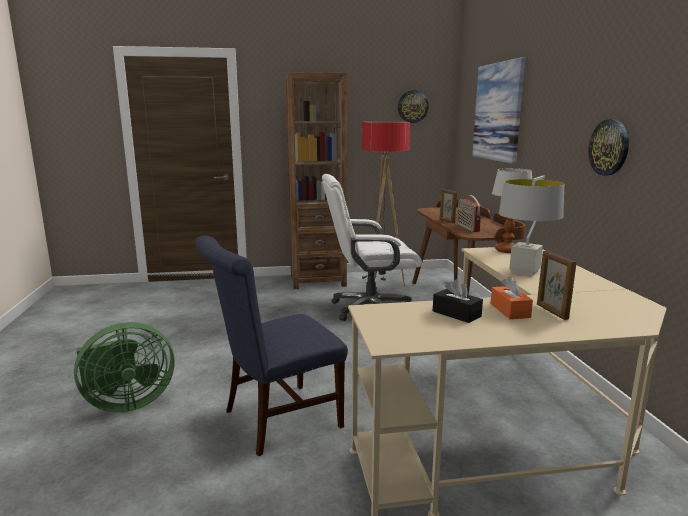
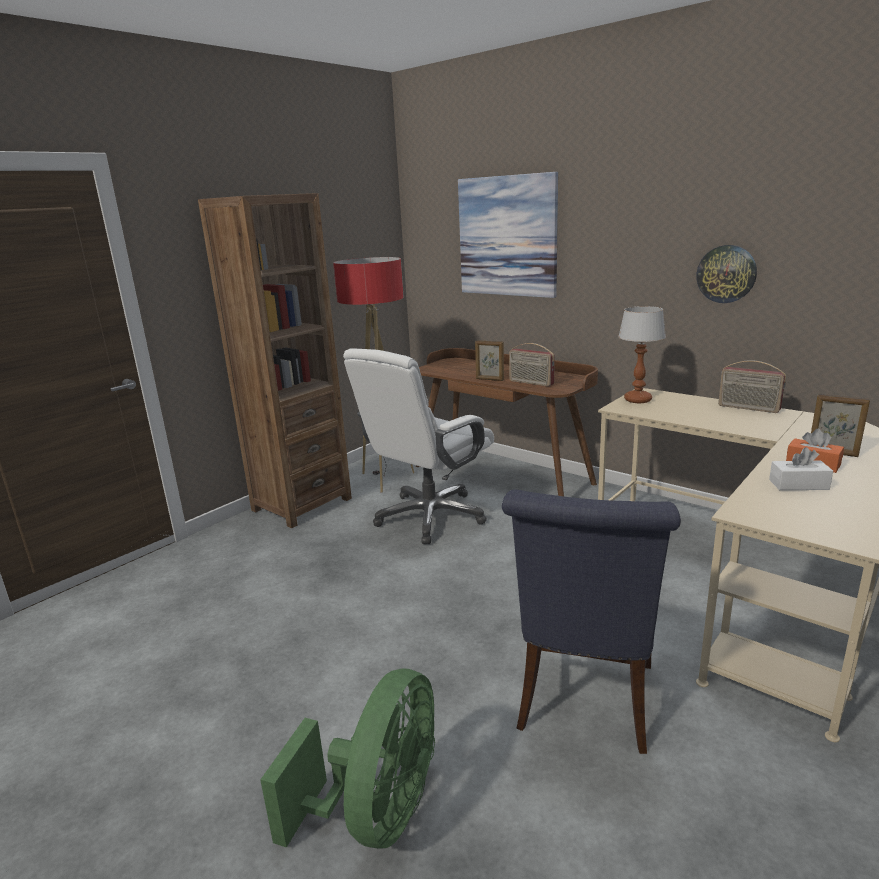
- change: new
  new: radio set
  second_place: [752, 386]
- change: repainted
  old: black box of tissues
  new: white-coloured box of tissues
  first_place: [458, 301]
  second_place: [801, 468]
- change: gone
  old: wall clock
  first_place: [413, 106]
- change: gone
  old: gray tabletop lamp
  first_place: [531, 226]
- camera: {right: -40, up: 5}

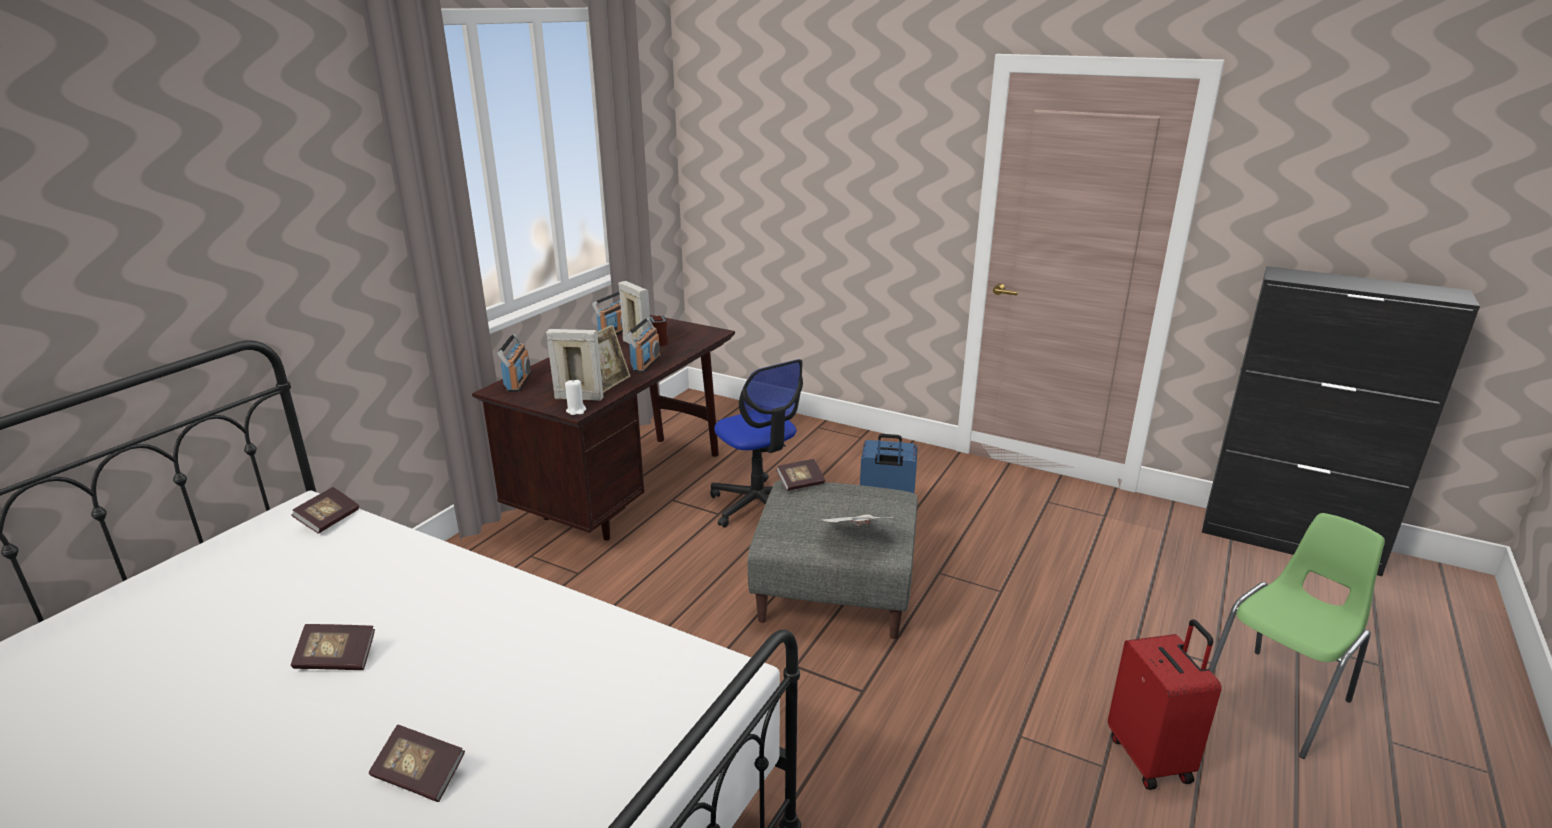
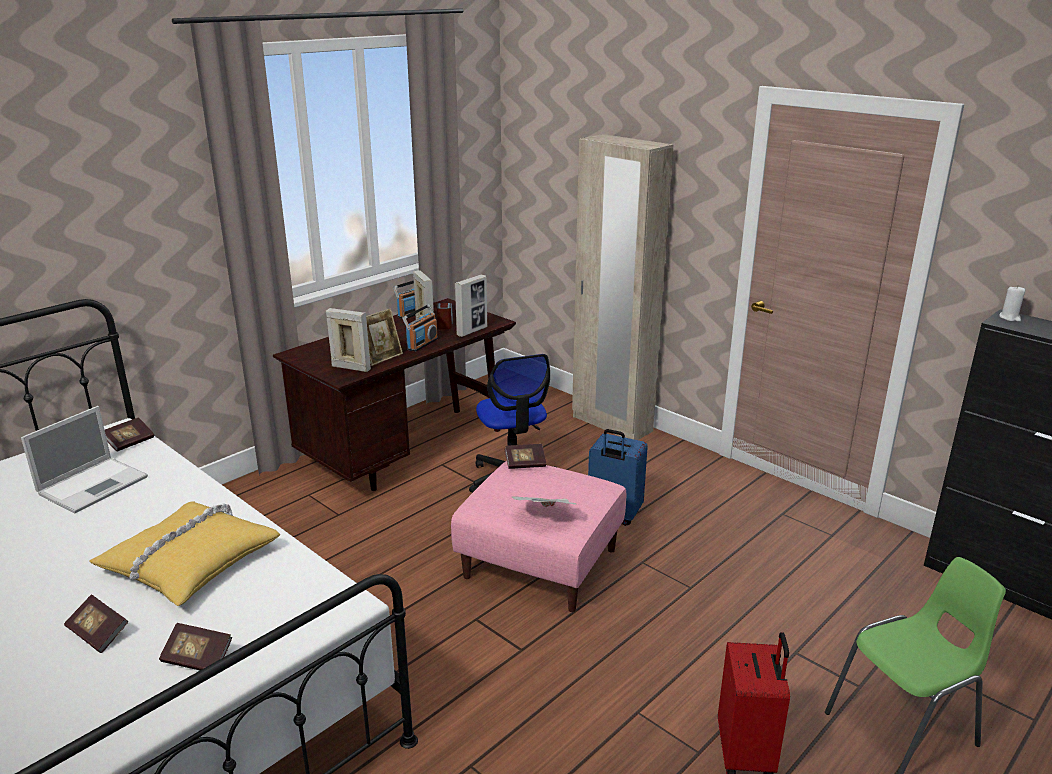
- change: new
  new: laptop
  second_place: [84, 460]
- change: new
  new: yellow cushion
  second_place: [185, 553]
- change: shifted
  old: book
  first_place: [333, 647]
  second_place: [195, 647]
- change: repainted
  old: gray footrest
  new: pink-coloured footrest
  first_place: [833, 559]
  second_place: [538, 536]
- change: new
  new: picture frame
  second_place: [471, 306]
- change: new
  new: beige-coloured clothes cupboard
  second_place: [622, 287]
- change: shifted
  old: white-coloured wax candle
  first_place: [575, 397]
  second_place: [1012, 303]
- change: gone
  old: radio set
  first_place: [514, 363]
- camera: {right: 15, up: 0}

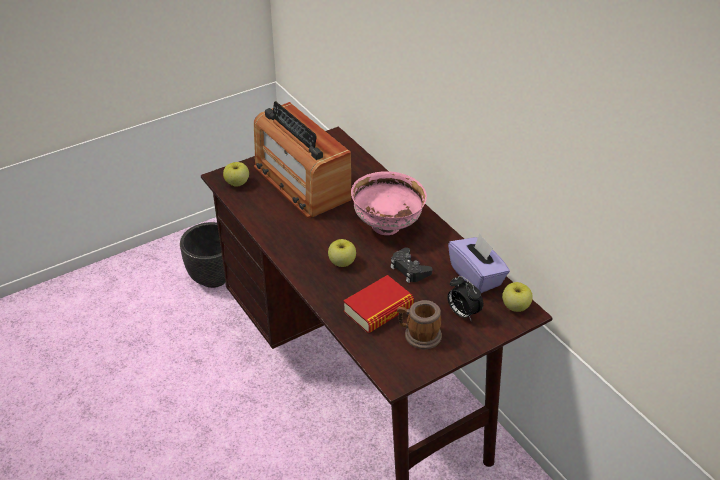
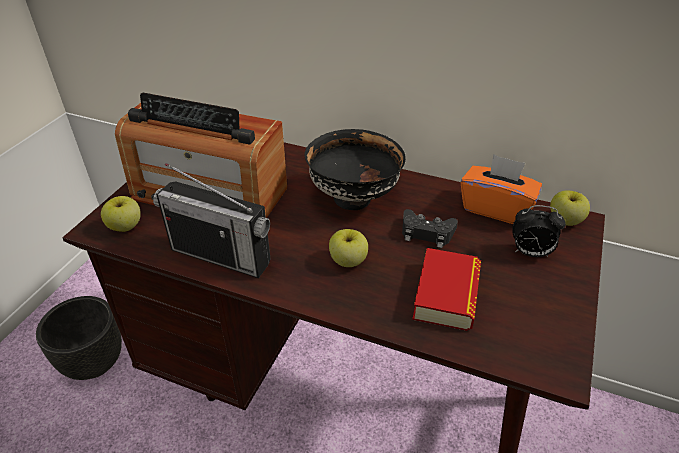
- change: new
  new: radio set
  second_place: [212, 220]
- change: repainted
  old: pink-coloured serving bowl
  new: black serving bowl
  first_place: [389, 203]
  second_place: [355, 169]
- change: repainted
  old: purplish box of tissues
  new: orange box of tissues
  first_place: [479, 263]
  second_place: [501, 189]
- change: gone
  old: coffee mug
  first_place: [419, 325]
- camera: {right: -35, up: 0}

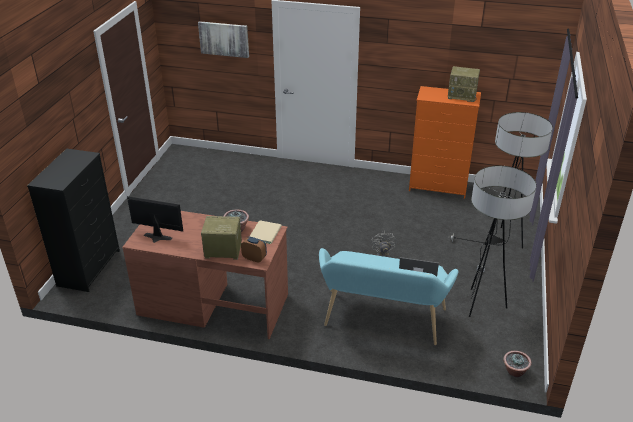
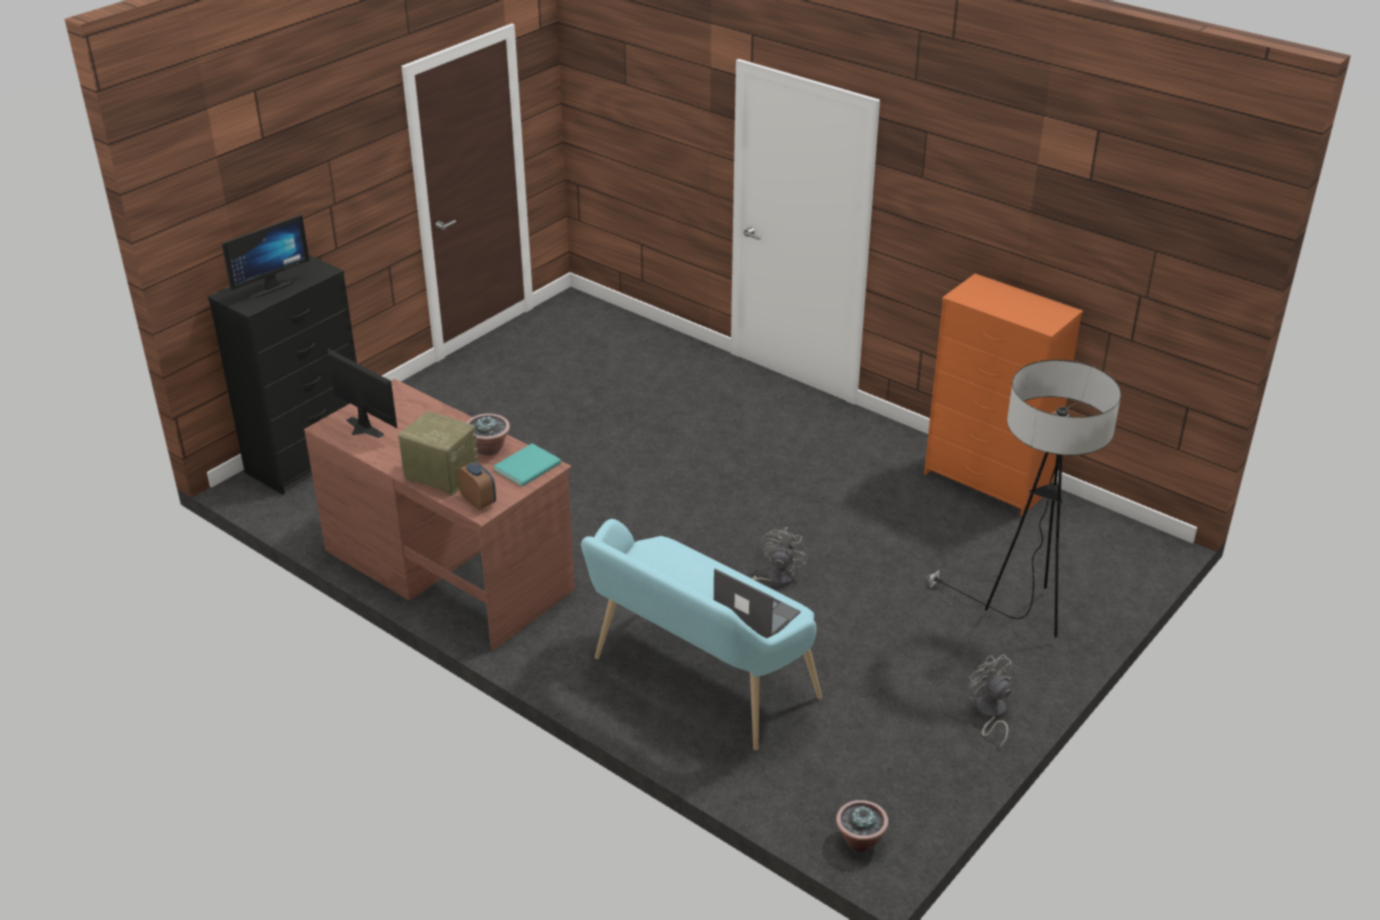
- change: new
  new: computer display
  second_place: [266, 256]
- change: repainted
  old: beige-coloured book
  new: turquoise-coloured book
  first_place: [265, 232]
  second_place: [527, 464]
- change: new
  new: gray fan
  second_place: [989, 701]
- change: gone
  old: wall art
  first_place: [223, 39]
- change: gone
  old: radio set
  first_place: [464, 84]
- change: gone
  old: standard lamp
  first_place: [502, 241]
- camera: {right: 25, up: 0}

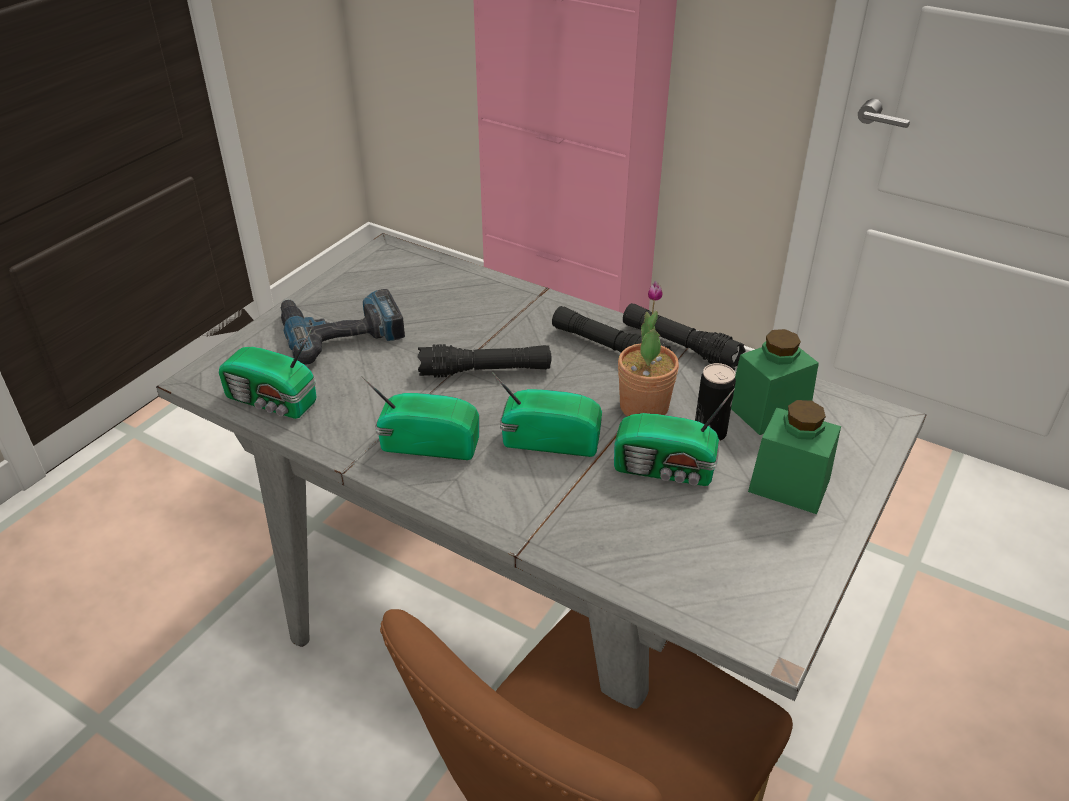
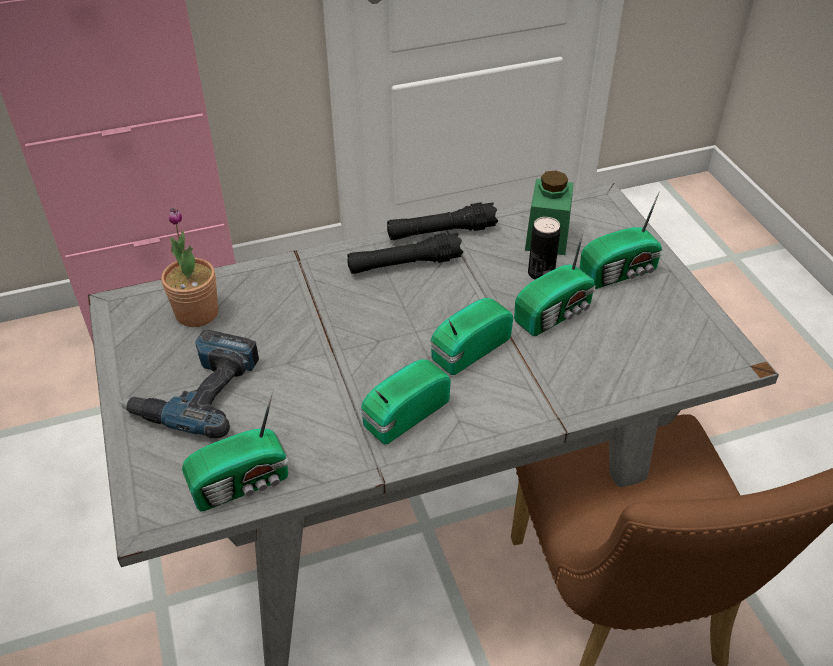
- change: shifted
  old: plant in a pot
  first_place: [648, 348]
  second_place: [189, 267]
- change: swapped
  old: green jar
  new: radio set
  first_place: [794, 457]
  second_place: [621, 240]
- change: gone
  old: black hand torch
  first_place: [484, 361]
- camera: {right: -50, up: 5}

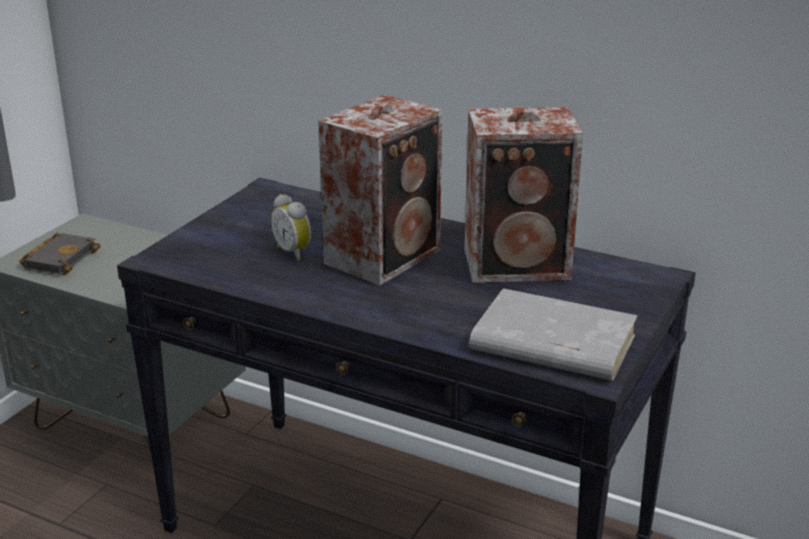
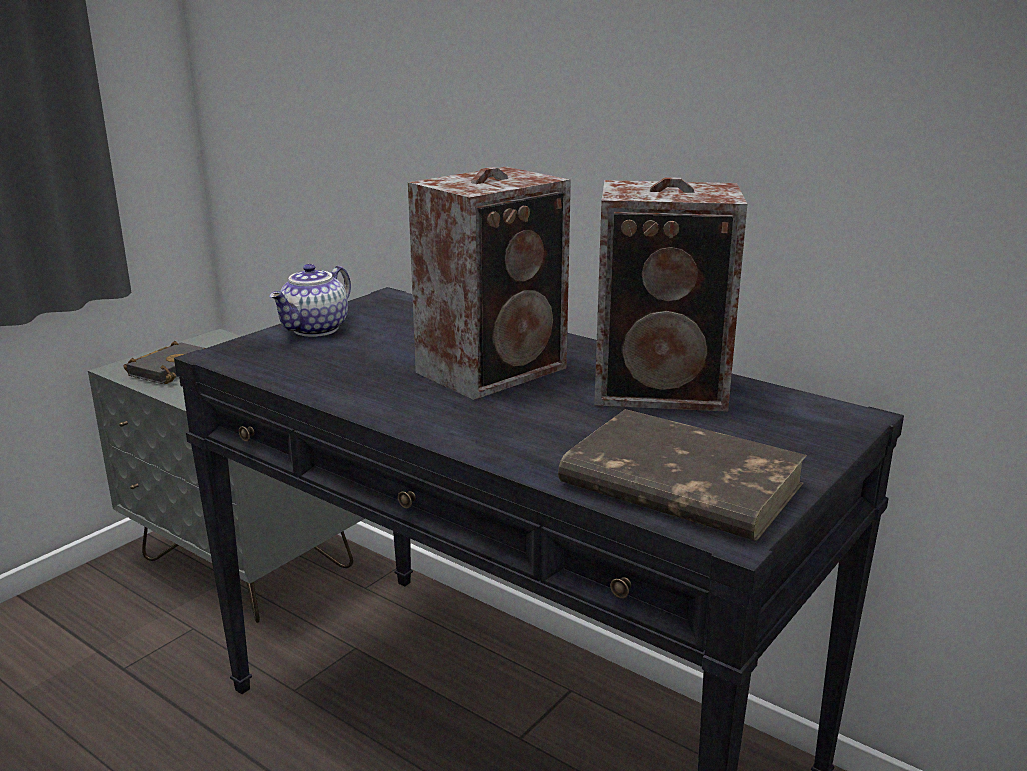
- change: new
  new: tea pot
  second_place: [310, 300]
- change: repainted
  old: gray book
  new: brown book
  first_place: [553, 334]
  second_place: [682, 475]
- change: gone
  old: table clock
  first_place: [290, 227]
- camera: {right: 10, up: -5}

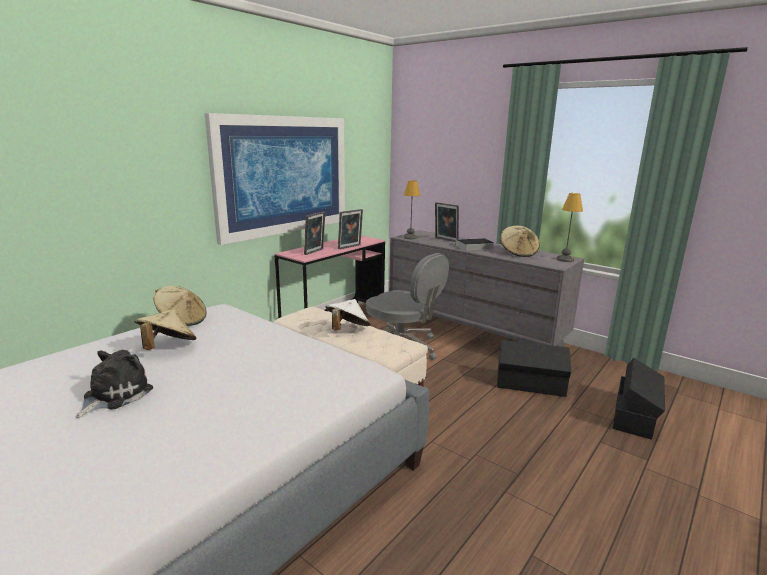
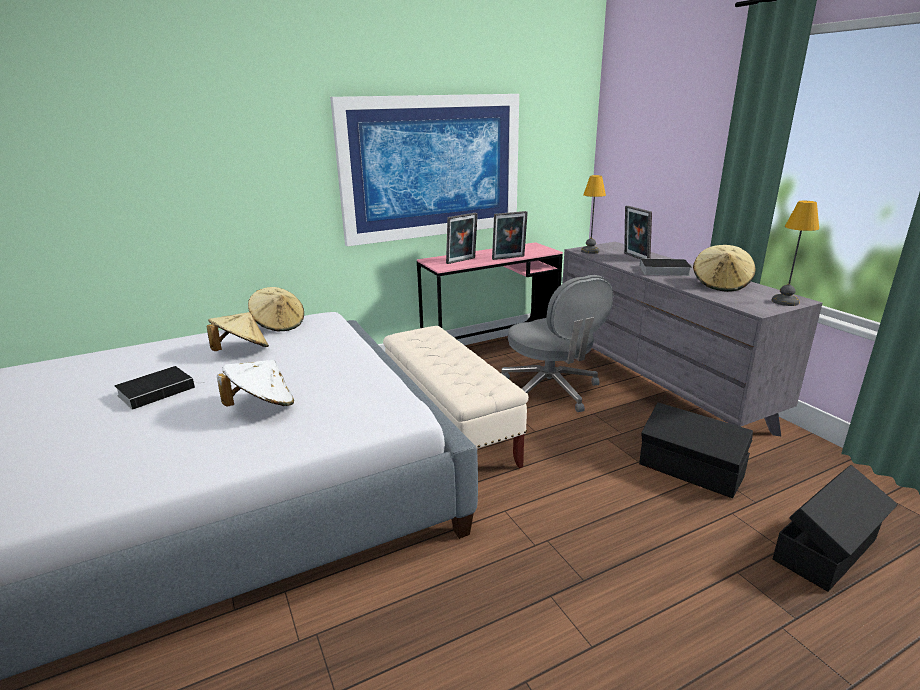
- change: swapped
  old: plush toy
  new: book
  first_place: [114, 384]
  second_place: [157, 388]
- change: shifted
  old: white-coloured wearable hat
  first_place: [348, 315]
  second_place: [255, 383]
- camera: {right: 25, up: 5}

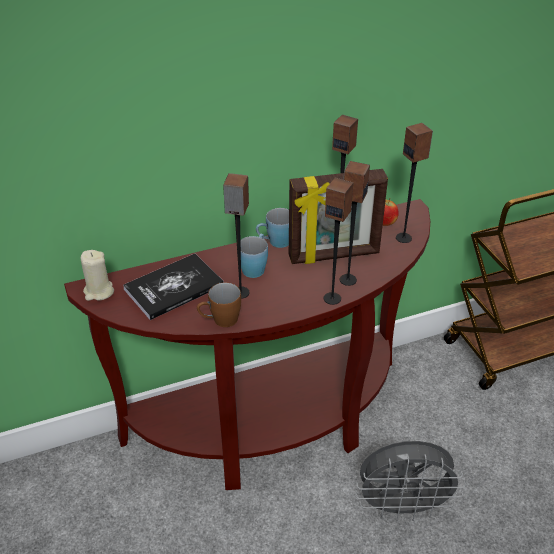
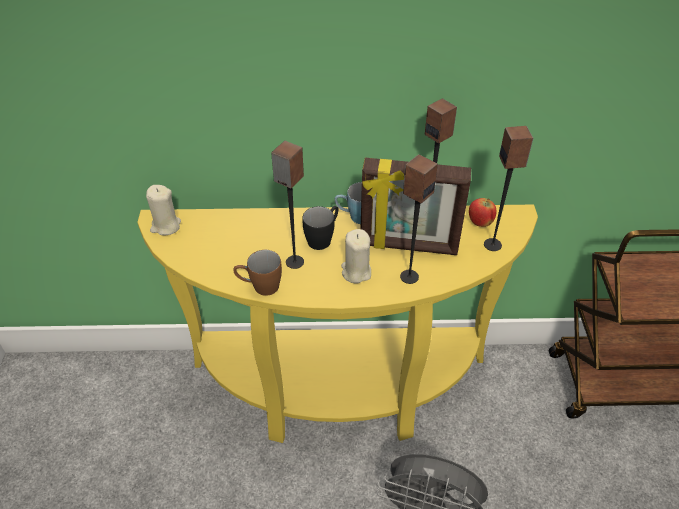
- change: repainted
  old: brown console table
  new: yellow console table
  first_place: [247, 344]
  second_place: [337, 324]
- change: repainted
  old: bluish coffee mug
  new: black coffee mug
  first_place: [254, 256]
  second_place: [320, 228]
- change: new
  new: beige-coloured wax candle
  second_place: [356, 256]
- change: gone
  old: book
  first_place: [173, 287]
- change: gone
  old: loudspeaker
  first_place: [339, 241]
- camera: {right: 20, up: 5}

